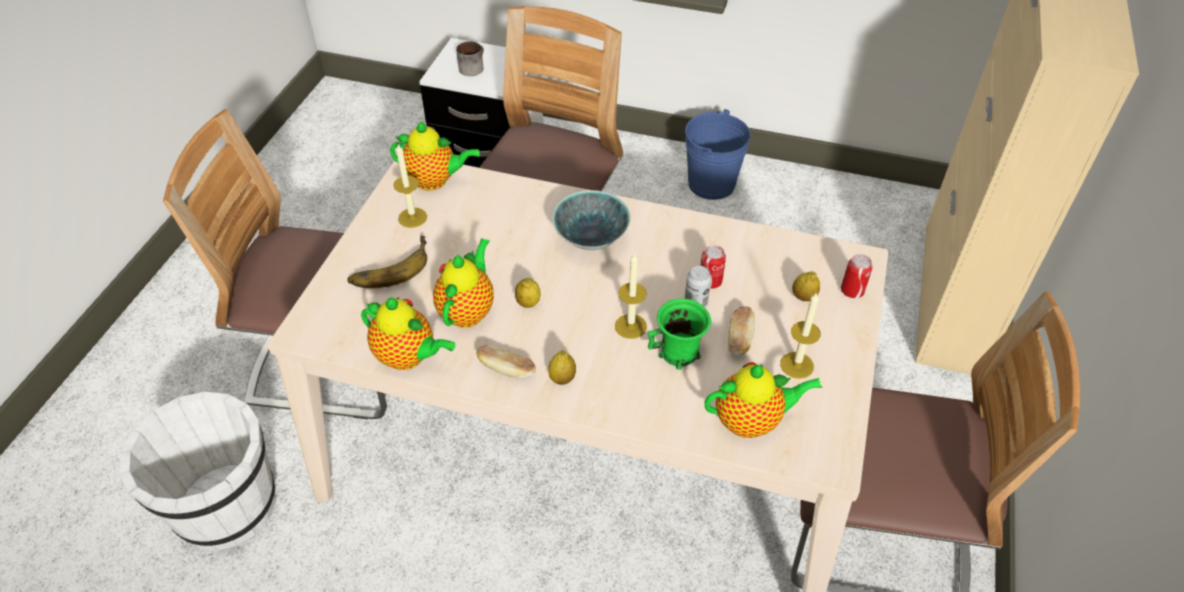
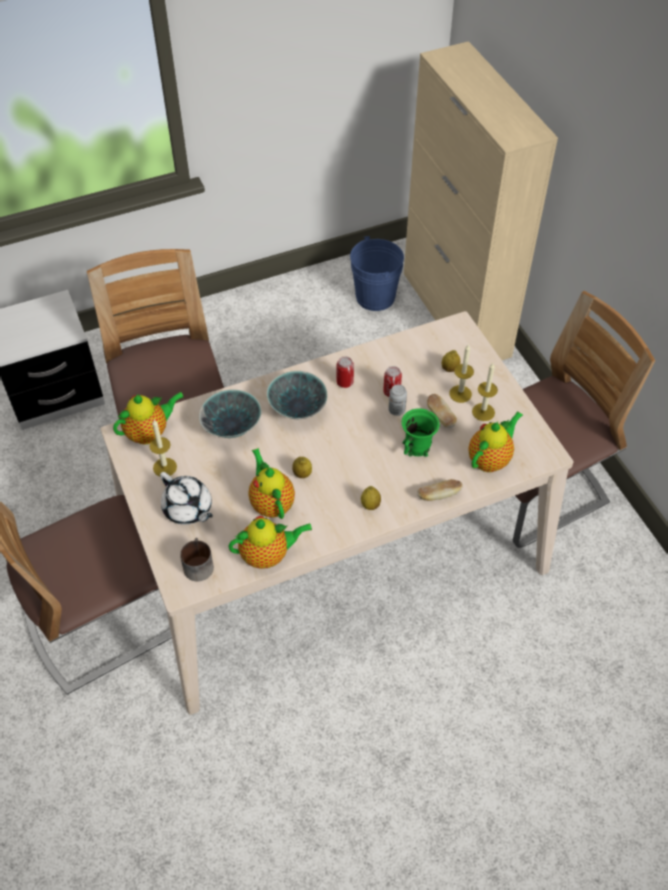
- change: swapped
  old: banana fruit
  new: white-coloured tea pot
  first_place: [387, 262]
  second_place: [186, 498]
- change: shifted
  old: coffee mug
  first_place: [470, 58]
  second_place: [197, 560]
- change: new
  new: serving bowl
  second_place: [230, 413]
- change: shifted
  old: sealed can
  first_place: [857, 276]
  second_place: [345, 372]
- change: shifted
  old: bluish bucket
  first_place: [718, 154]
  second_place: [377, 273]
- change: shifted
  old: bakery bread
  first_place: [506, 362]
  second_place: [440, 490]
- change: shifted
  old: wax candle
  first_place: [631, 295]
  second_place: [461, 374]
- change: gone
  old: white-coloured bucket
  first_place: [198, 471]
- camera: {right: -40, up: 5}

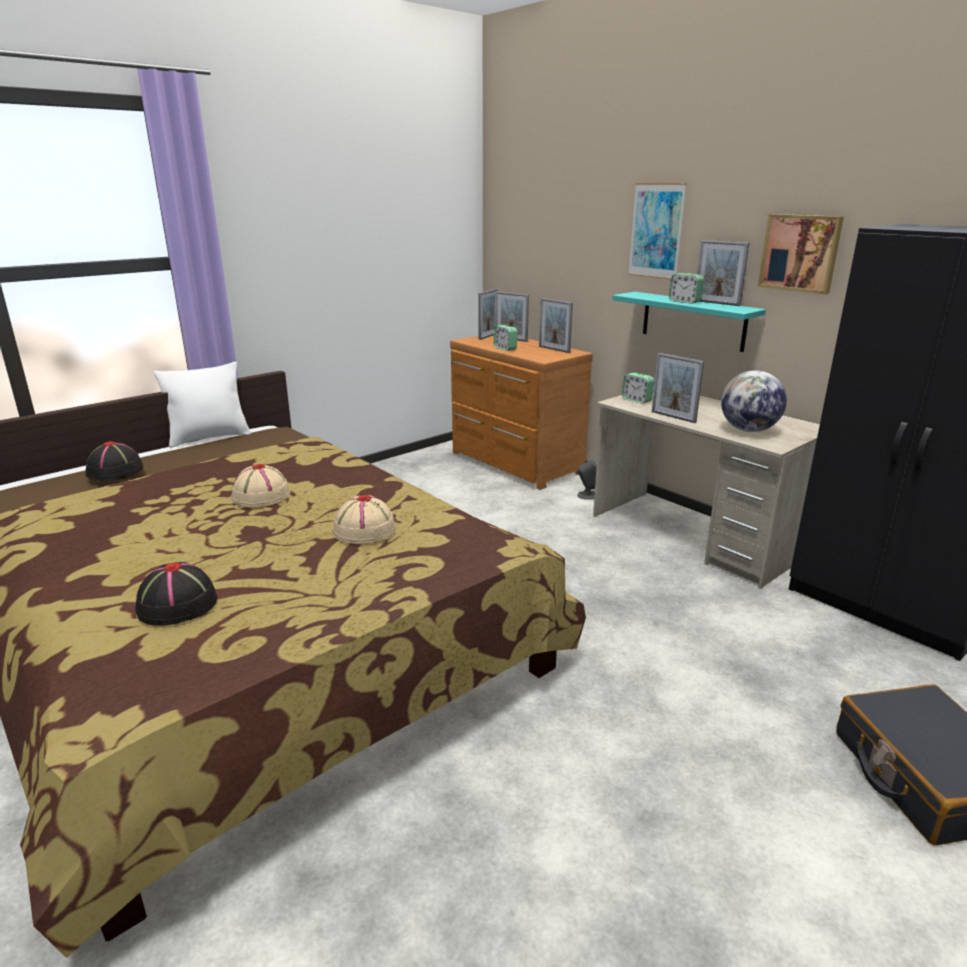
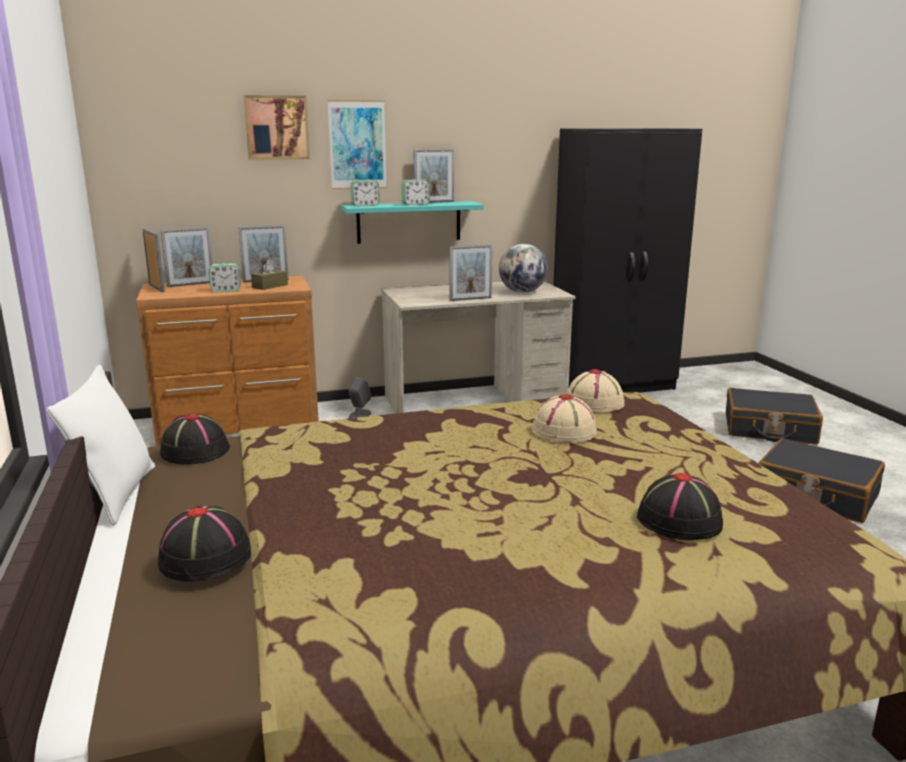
- change: new
  new: black wearable hat
  second_place: [195, 439]
- change: shifted
  old: wall art
  first_place: [801, 254]
  second_place: [276, 127]
- change: new
  new: brown box of tissues
  second_place: [269, 274]
- change: shifted
  old: table clock
  first_place: [638, 388]
  second_place: [365, 193]
- change: shifted
  old: beige-coloured wearable hat
  first_place: [261, 486]
  second_place: [596, 391]
- change: new
  new: black piece of luggage
  second_place: [822, 480]
- camera: {right: -65, up: -5}

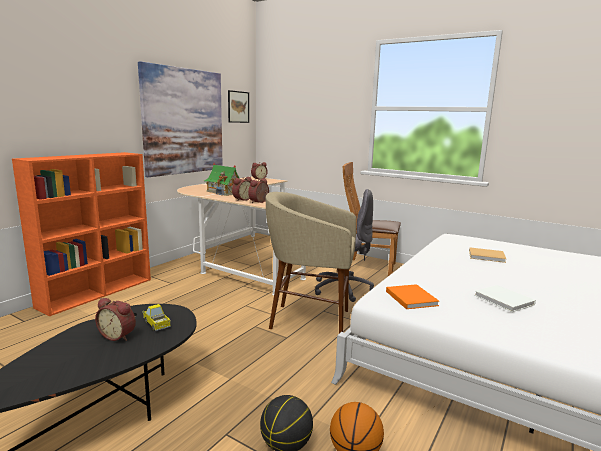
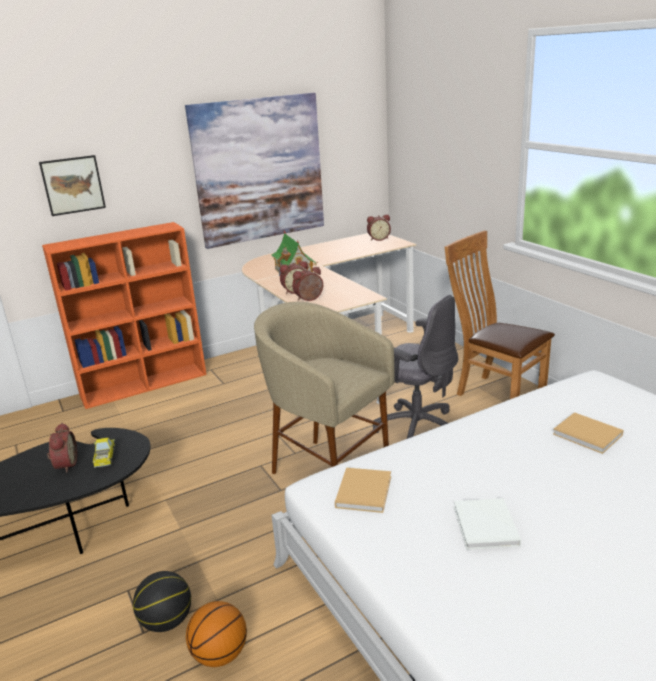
- change: shifted
  old: wall art
  first_place: [238, 106]
  second_place: [72, 185]
- change: rotated
  old: table clock
  first_place: [115, 319]
  second_place: [62, 448]
  degrees: -150
- change: repainted
  old: orange book
  new: beige-coloured book
  first_place: [413, 296]
  second_place: [363, 490]
- camera: {right: 30, up: 10}

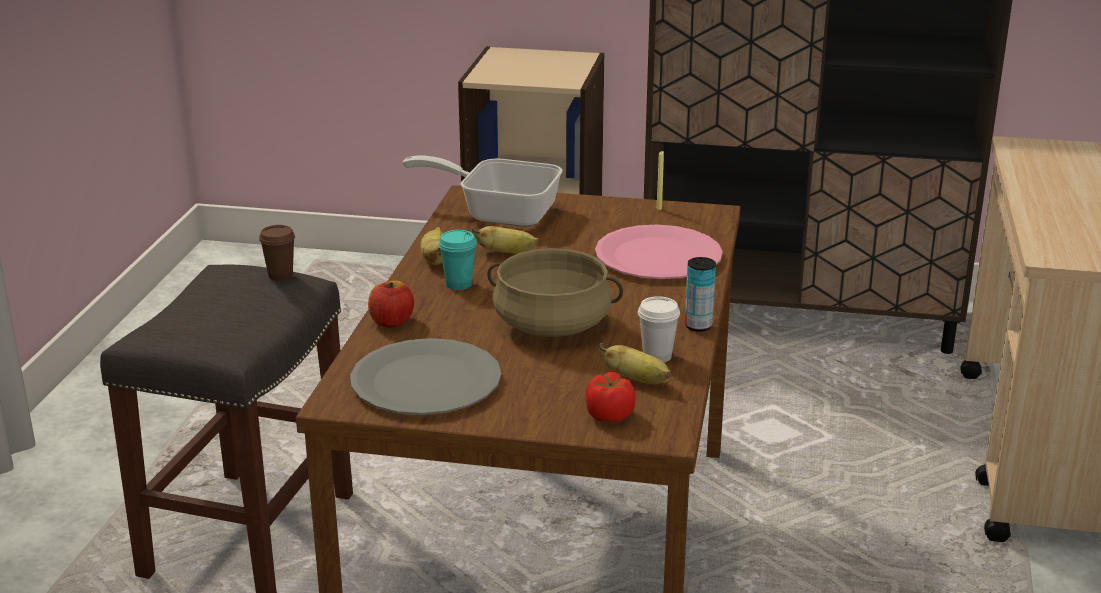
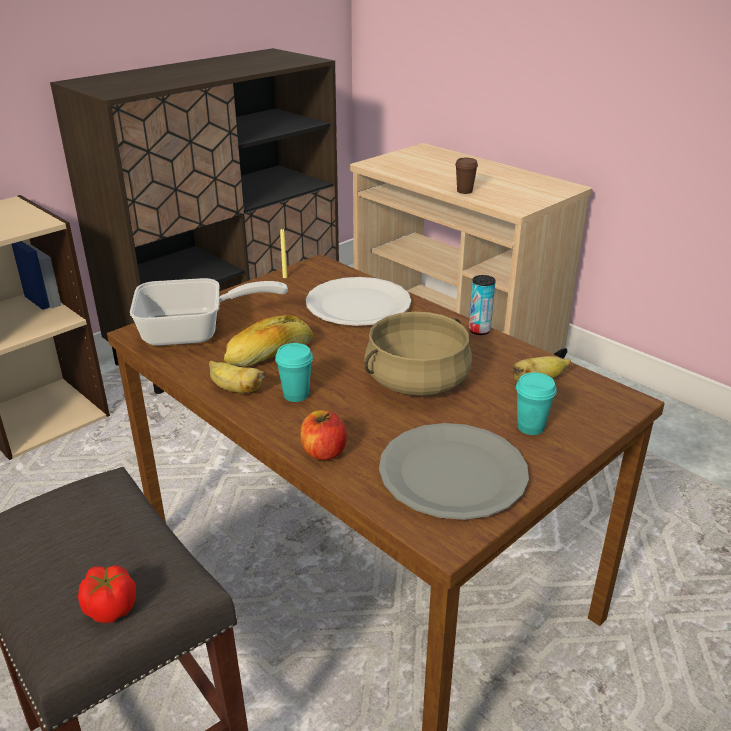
- change: shifted
  old: tomato
  first_place: [610, 397]
  second_place: [107, 594]
- change: rotated
  old: pan
  first_place: [482, 191]
  second_place: [209, 312]
  degrees: -150
- change: swapped
  old: banana fruit
  new: bakery bread
  first_place: [505, 240]
  second_place: [268, 340]
- change: repainted
  old: pink-coloured flat dish
  new: white-coloured flat dish
  first_place: [659, 251]
  second_place: [358, 301]
- change: shifted
  old: brown small cup
  first_place: [277, 253]
  second_place: [466, 176]
- change: new
  new: turquoise-coloured small cup
  second_place: [536, 403]
- change: gone
  old: white-coloured small cup
  first_place: [659, 329]
- camera: {right: -55, up: 5}

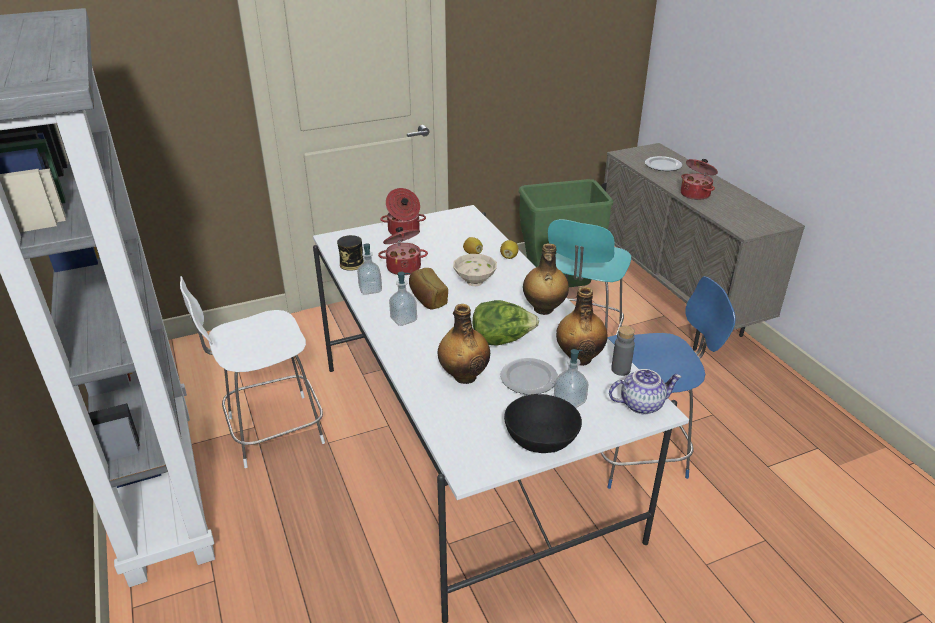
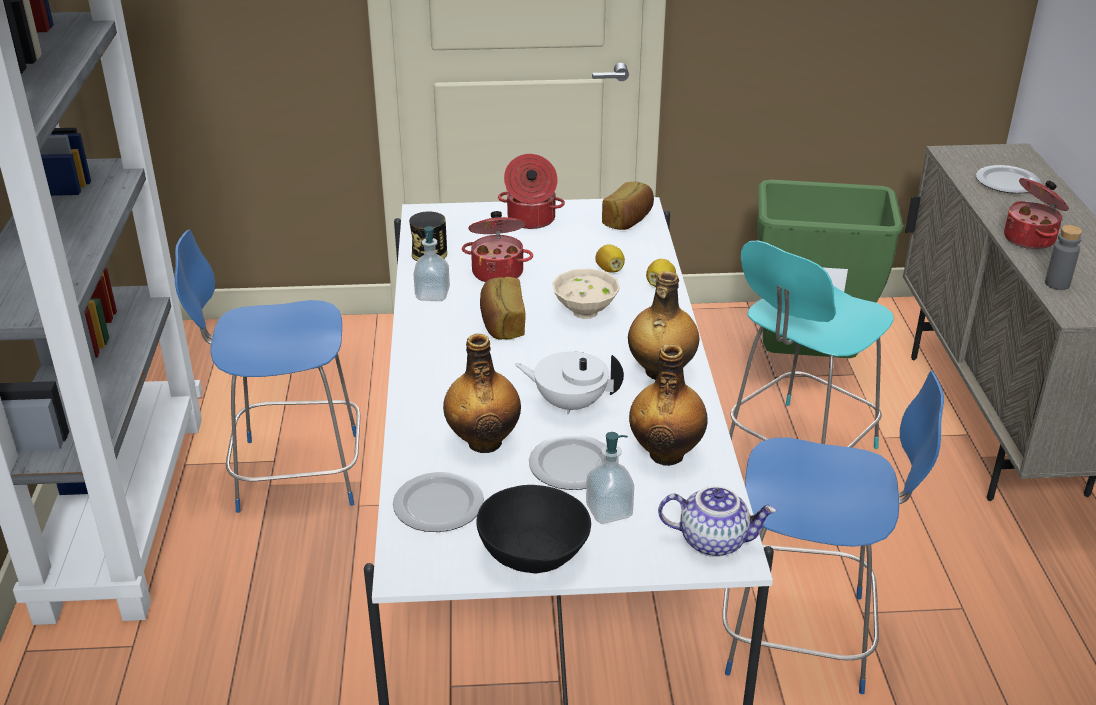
- change: repainted
  old: white-coloured chair
  new: bluish chair
  first_place: [252, 372]
  second_place: [267, 371]
- change: new
  new: flat dish
  second_place: [438, 502]
- change: swapped
  old: lettuce head
  new: white-coloured tea pot
  first_place: [505, 322]
  second_place: [569, 382]
- change: new
  new: bakery bread
  second_place: [628, 205]
- change: shifted
  old: gray drink bottle
  first_place: [623, 351]
  second_place: [1063, 257]
- change: gone
  old: liquid soap bottle
  first_place: [403, 299]
- camera: {right: 20, up: 0}

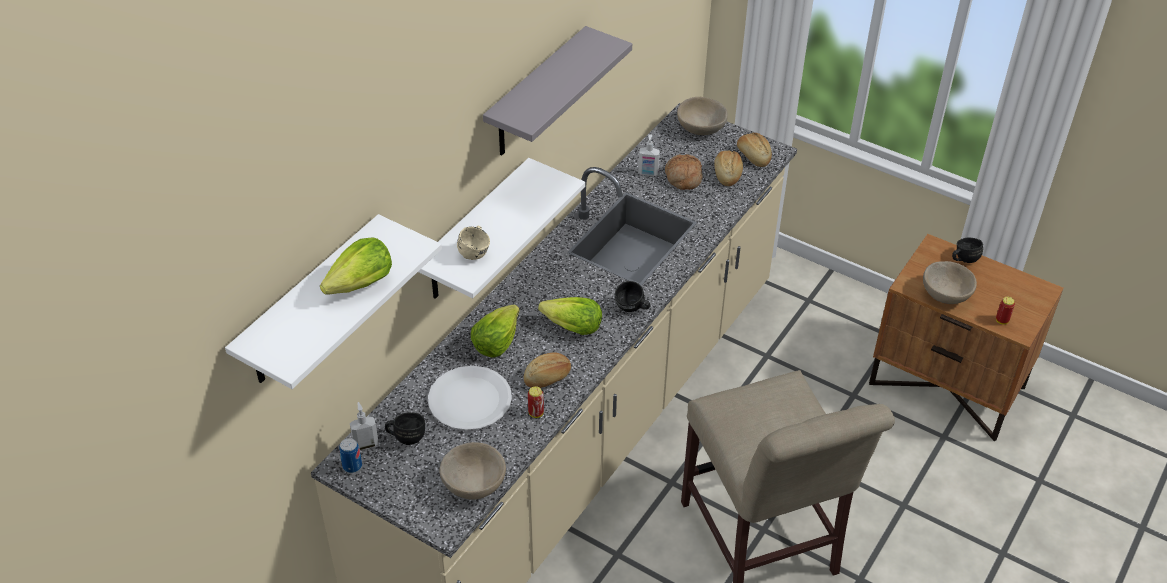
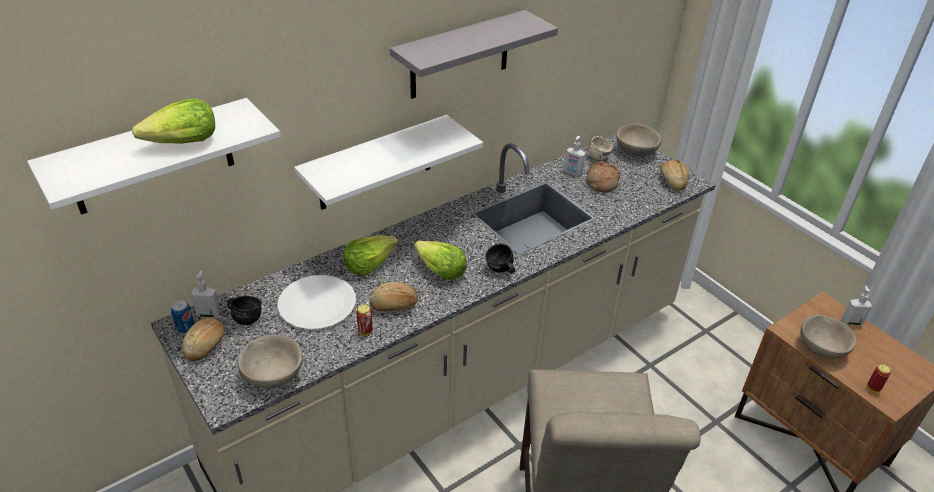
- change: shifted
  old: bakery bread
  first_place: [728, 168]
  second_place: [203, 339]
- change: shifted
  old: beige-coloured coffee mug
  first_place: [473, 243]
  second_place: [600, 148]
- change: swapped
  old: black coffee mug
  new: liquid soap bottle
  first_place: [967, 250]
  second_place: [857, 305]
- camera: {right: 20, up: -5}

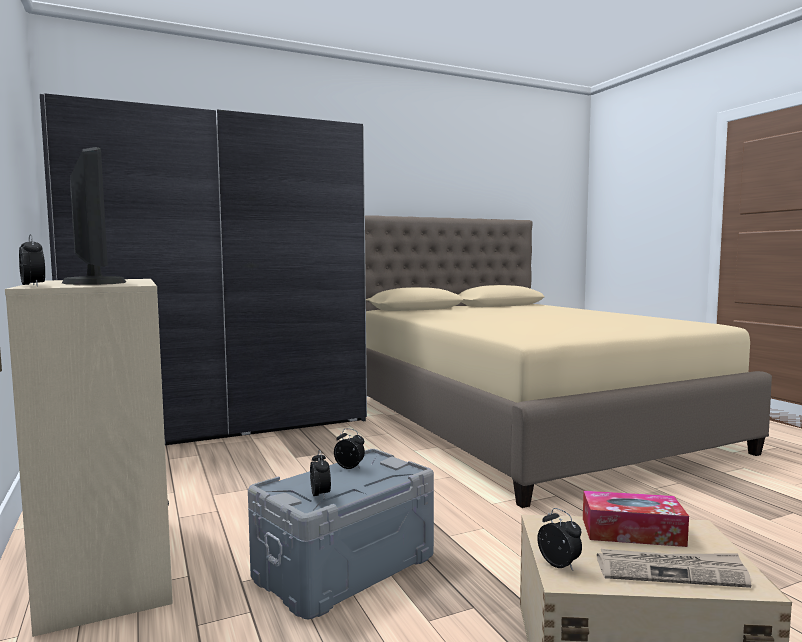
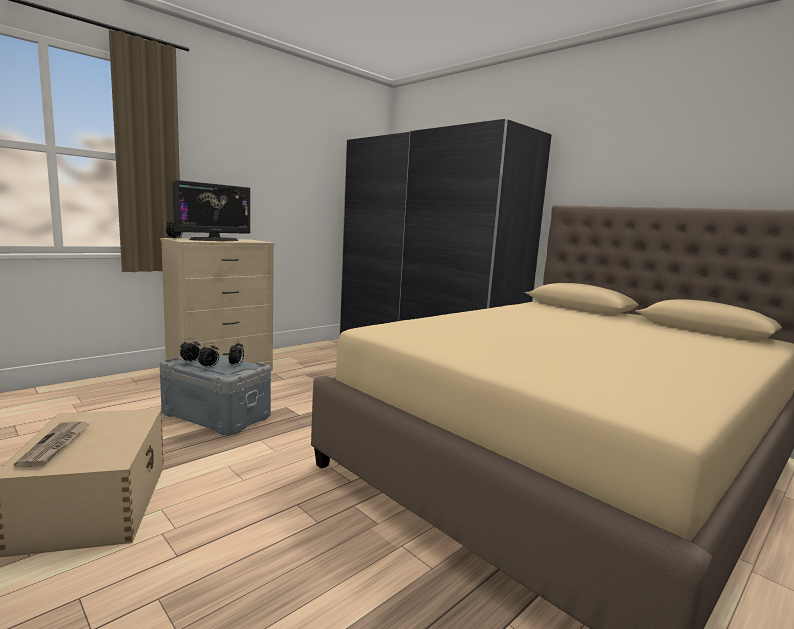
- change: shifted
  old: table clock
  first_place: [559, 539]
  second_place: [208, 356]
- change: gone
  old: box of tissues
  first_place: [636, 519]
- camera: {right: 70, up: 5}

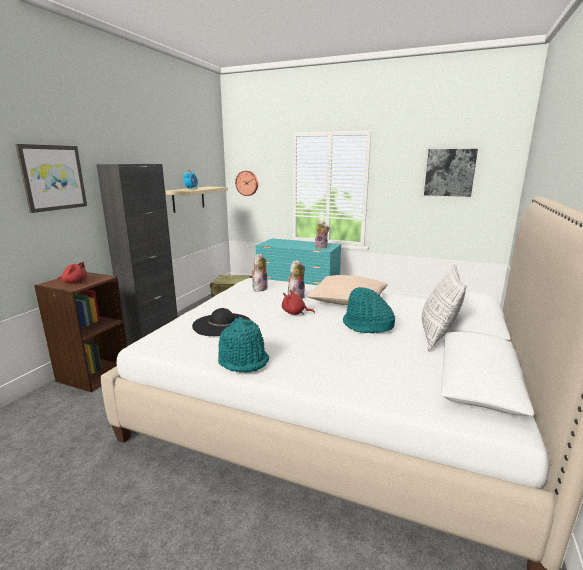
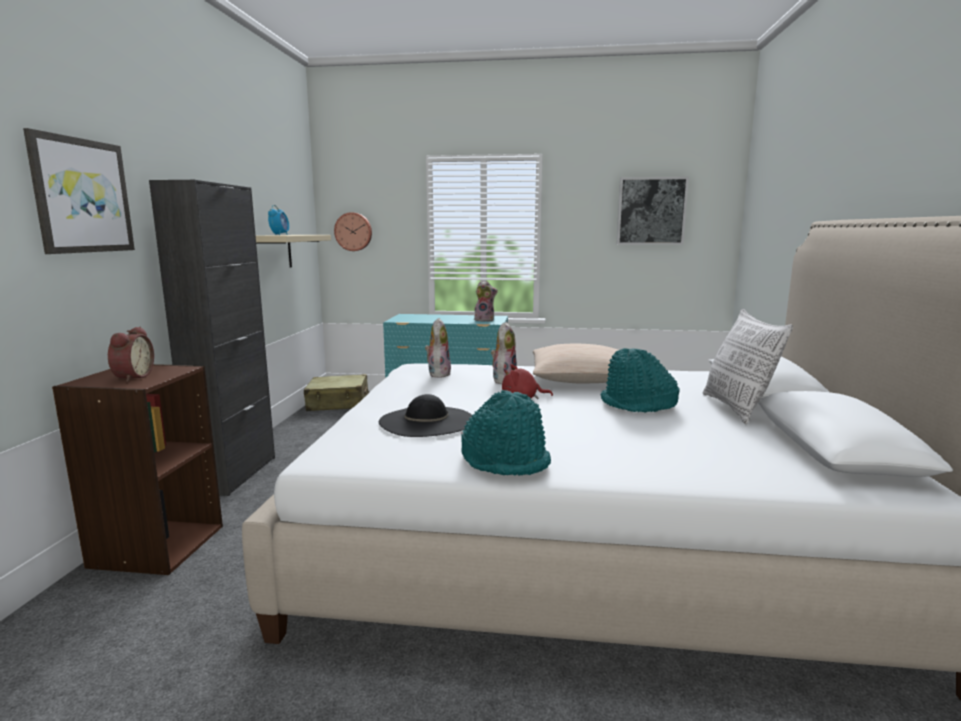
- change: swapped
  old: red plush toy
  new: table clock
  first_place: [72, 272]
  second_place: [131, 354]
- camera: {right: -15, up: -5}

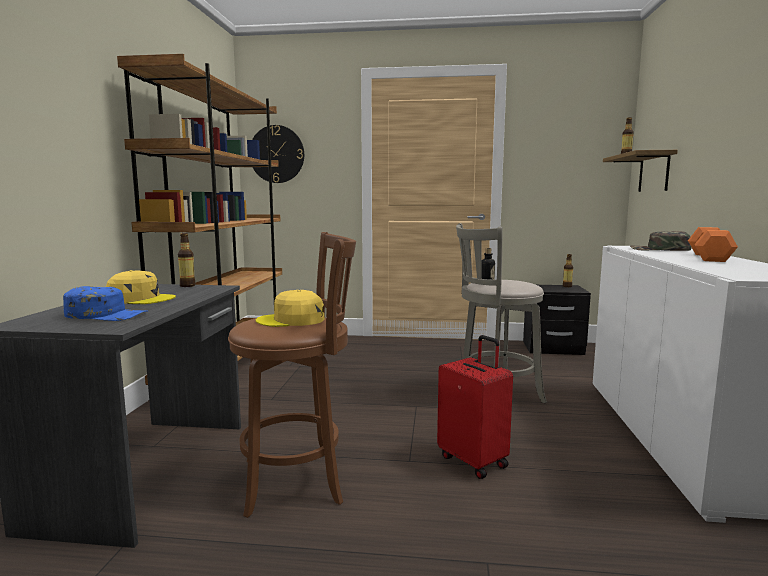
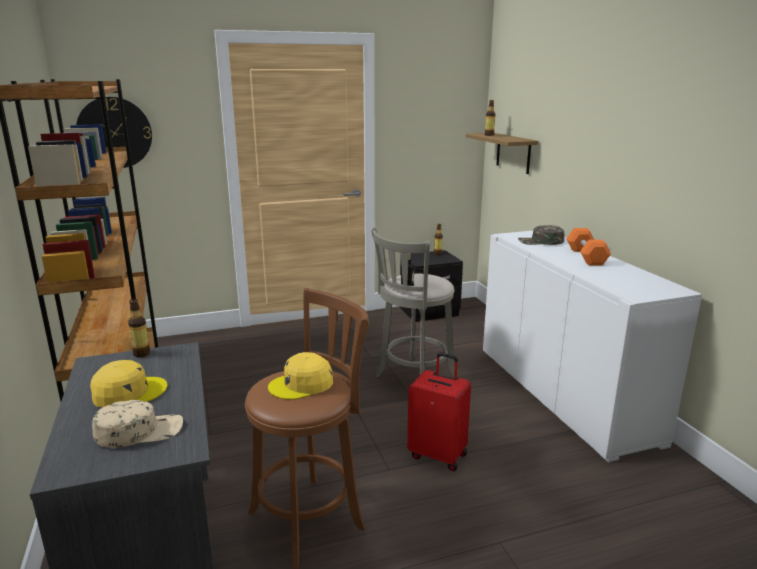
- change: repainted
  old: bluish cap
  new: beige-coloured cap
  first_place: [105, 303]
  second_place: [137, 424]
- camera: {right: -25, up: 10}

